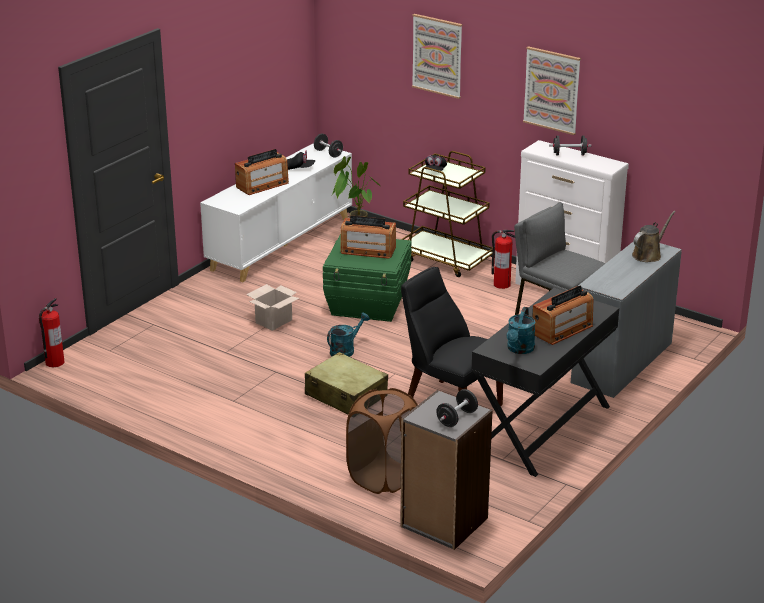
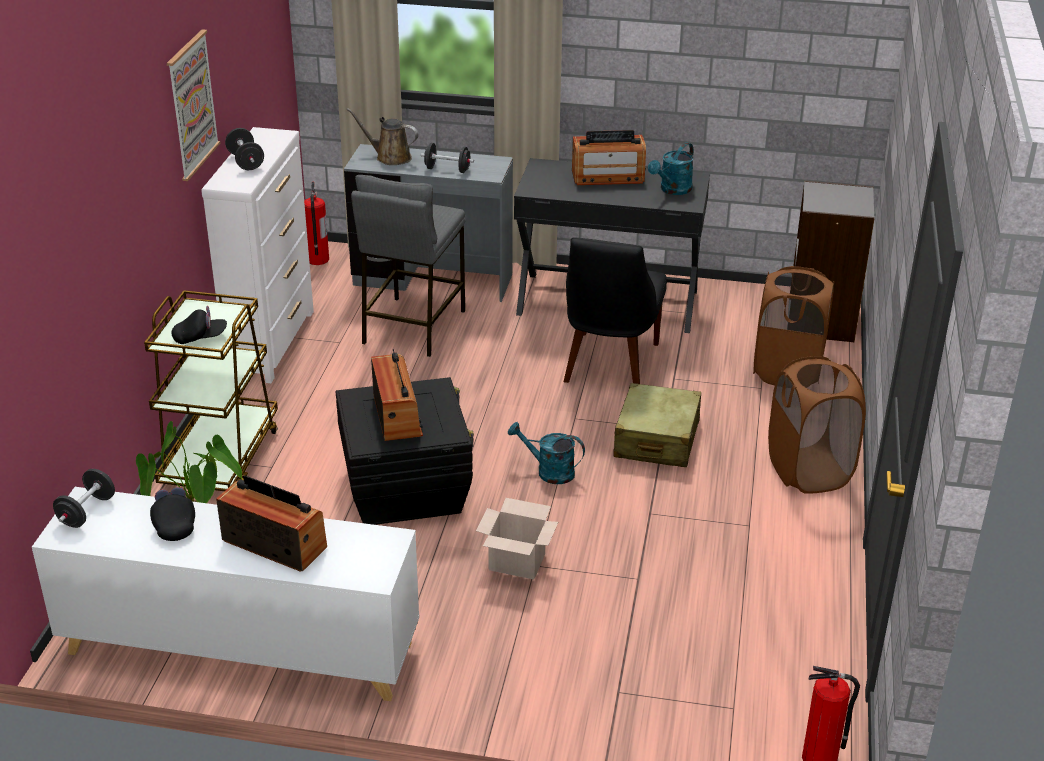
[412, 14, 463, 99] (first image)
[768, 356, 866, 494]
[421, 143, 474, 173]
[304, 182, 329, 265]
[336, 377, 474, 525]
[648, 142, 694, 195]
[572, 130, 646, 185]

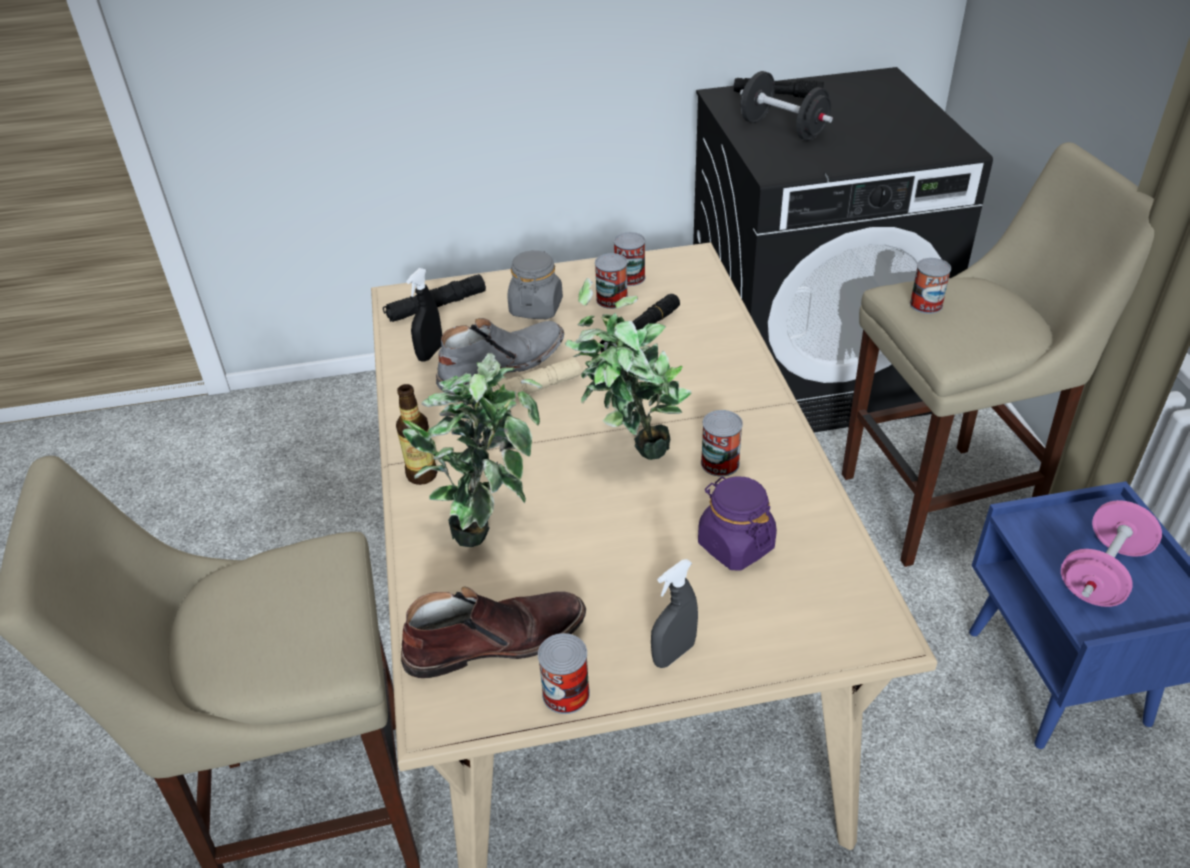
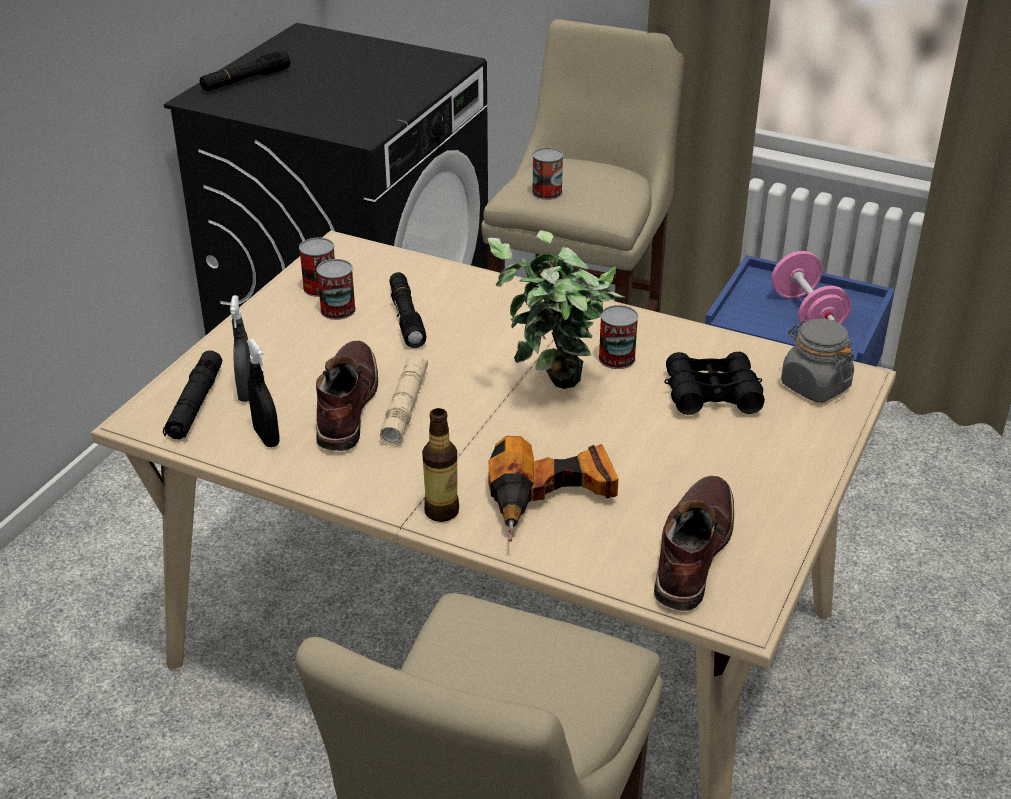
[538, 633, 590, 714] (first image)
[740, 71, 833, 141] (first image)
[781, 319, 854, 402]
[230, 295, 250, 402]
[488, 436, 619, 542]
[664, 352, 765, 415]
[316, 341, 378, 451]

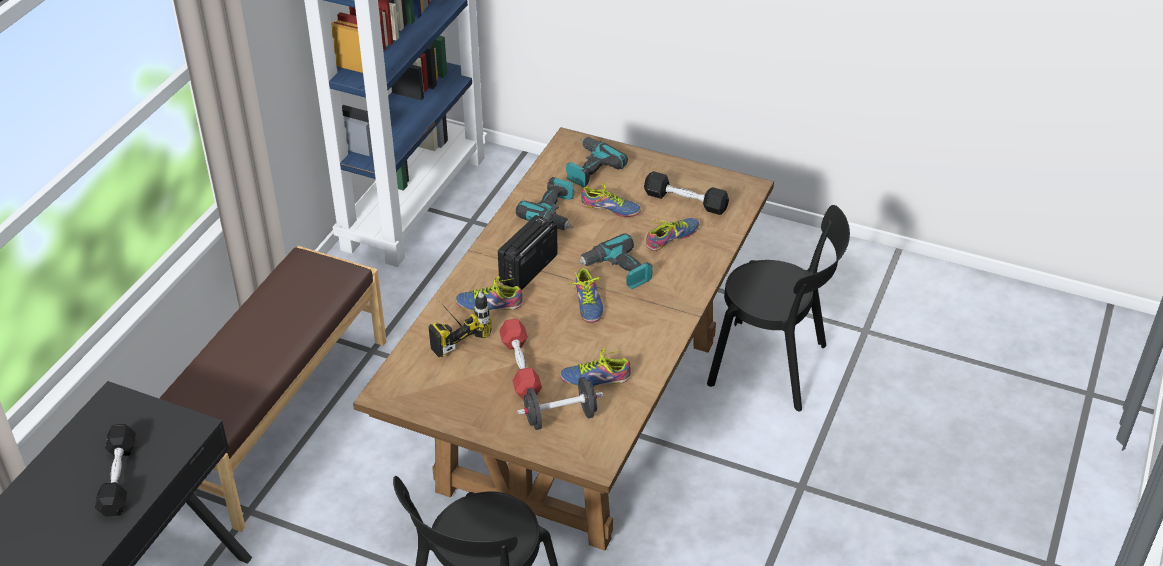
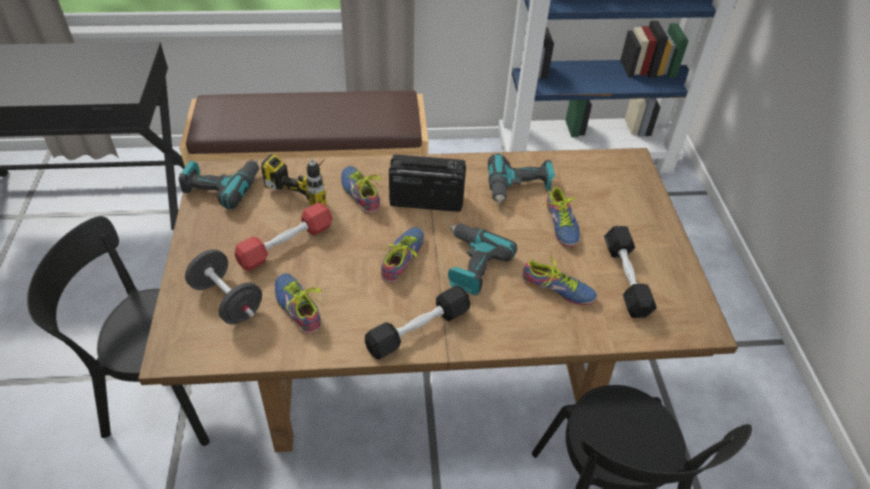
[365, 285, 471, 360]
[179, 160, 259, 209]
[381, 227, 424, 283]

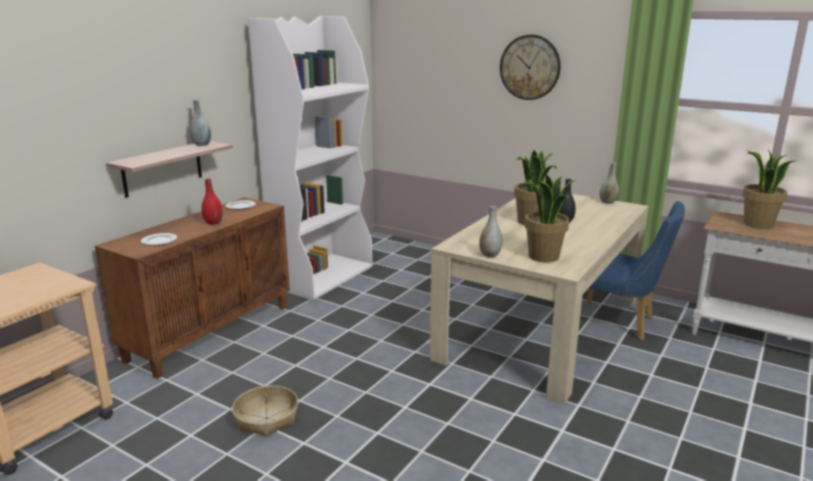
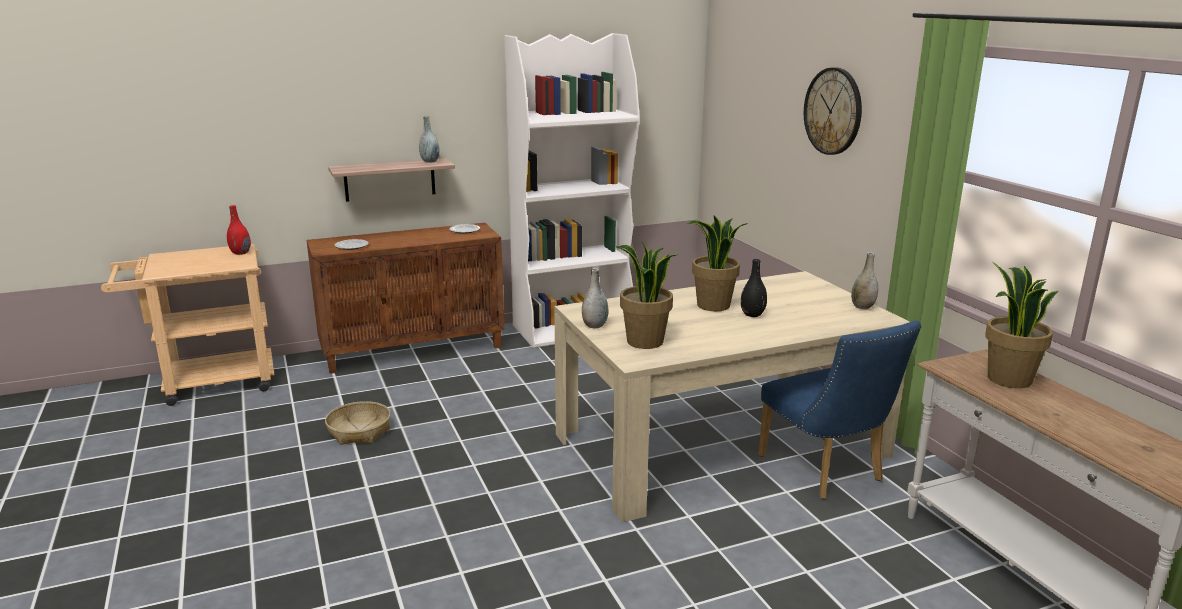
[227, 205, 251, 255]

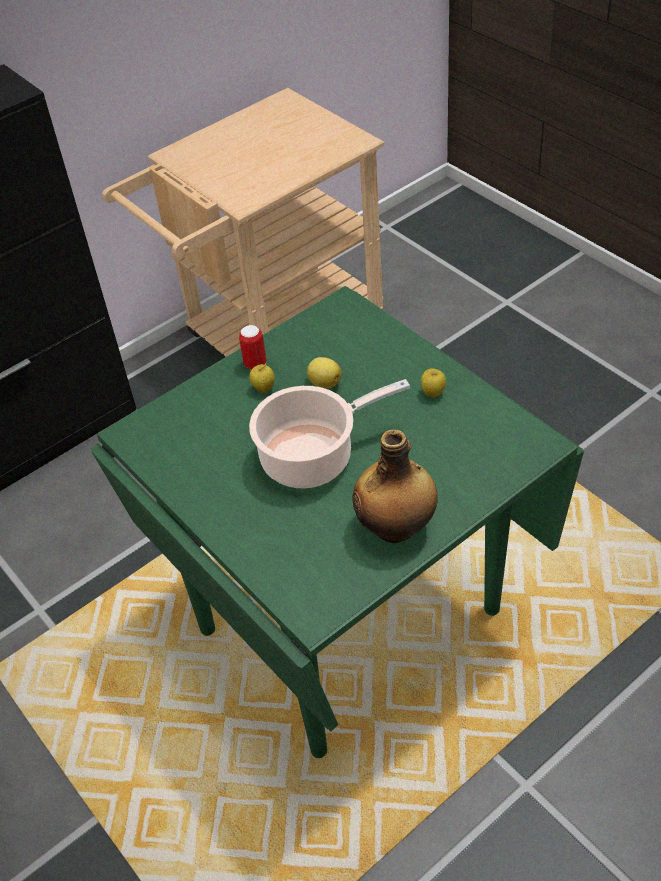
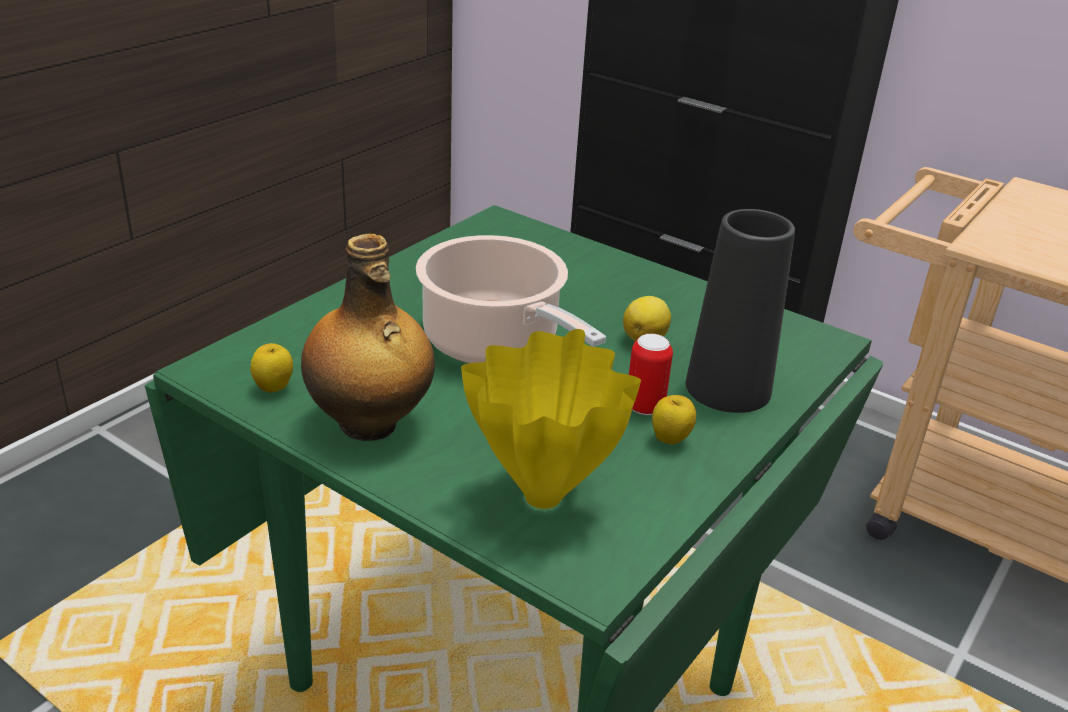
[461, 329, 641, 509]
[686, 209, 795, 413]
[629, 334, 673, 415]
[250, 343, 293, 393]

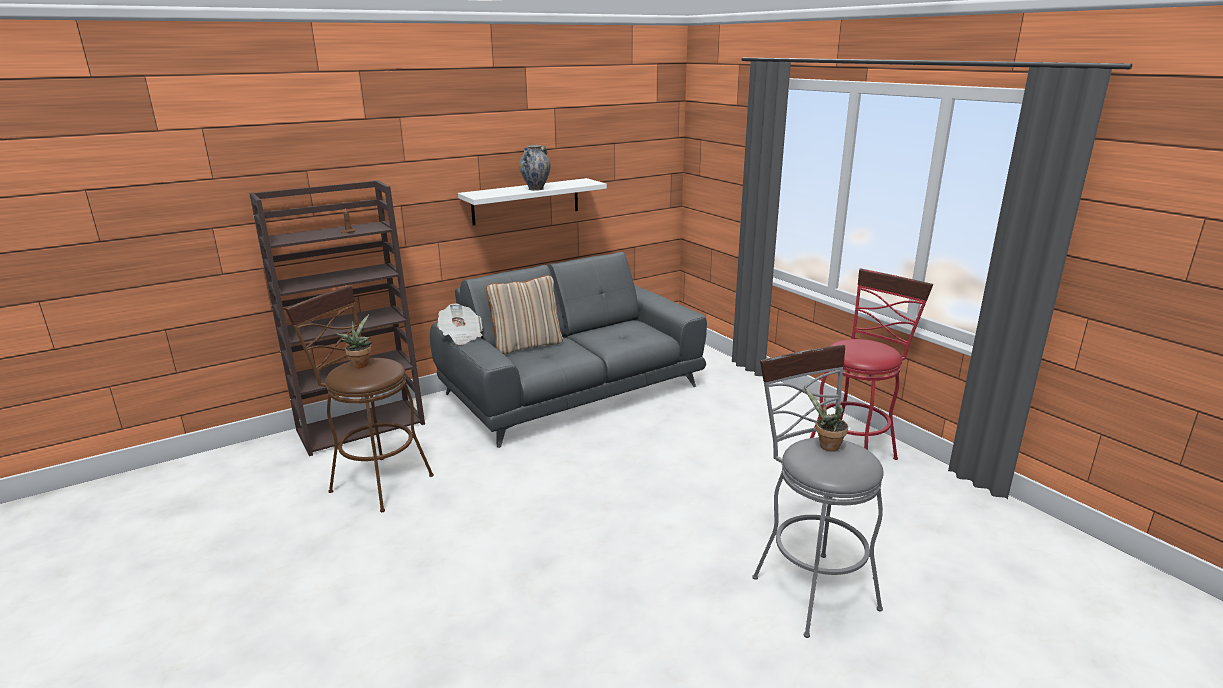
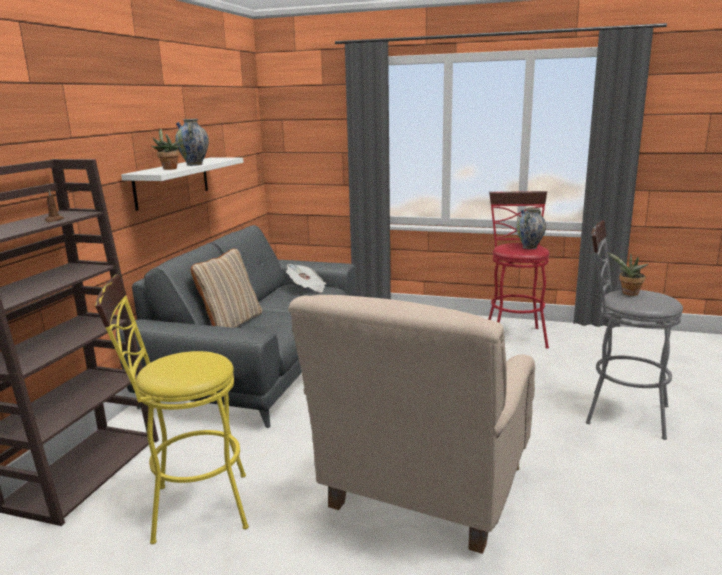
[288, 295, 535, 554]
[516, 207, 546, 249]
[152, 128, 179, 170]
[286, 264, 326, 292]
[95, 274, 249, 544]

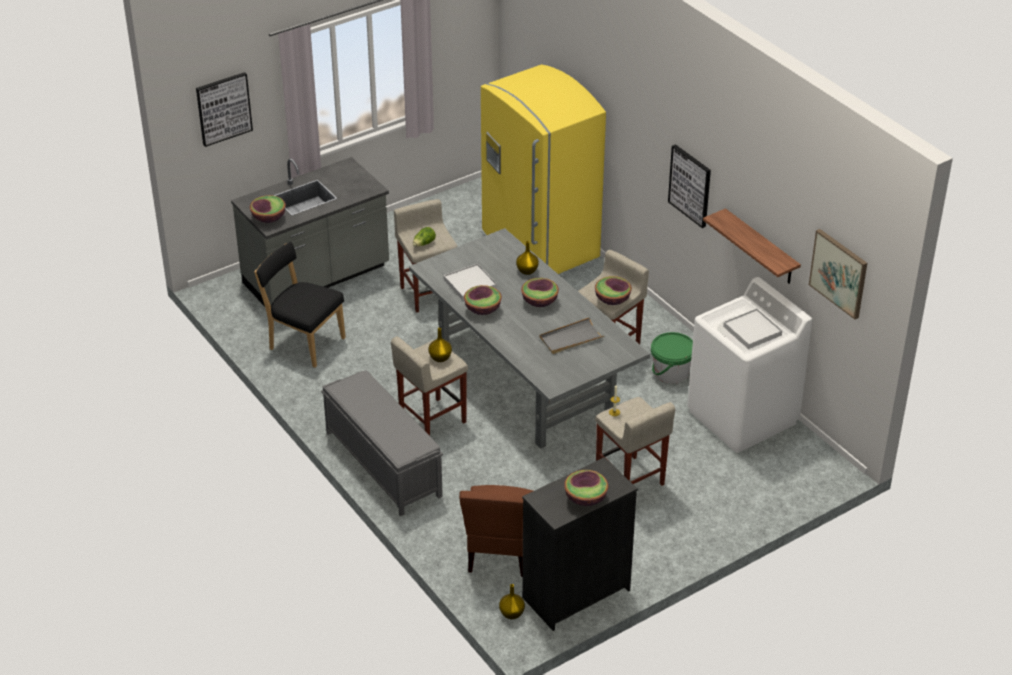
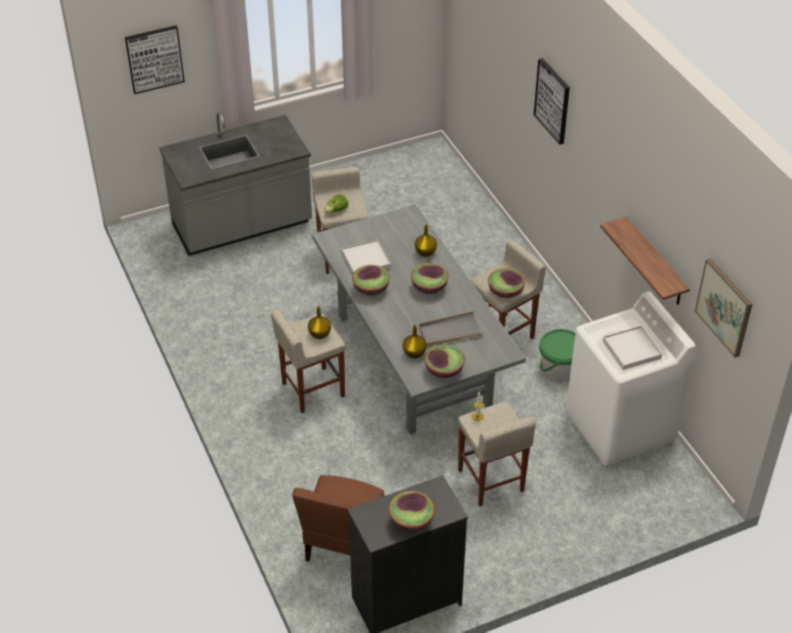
[254, 242, 346, 368] (first image)
[321, 370, 443, 516] (first image)
[481, 65, 606, 274] (first image)
[425, 345, 465, 378]
[402, 325, 427, 358]
[534, 58, 570, 145]

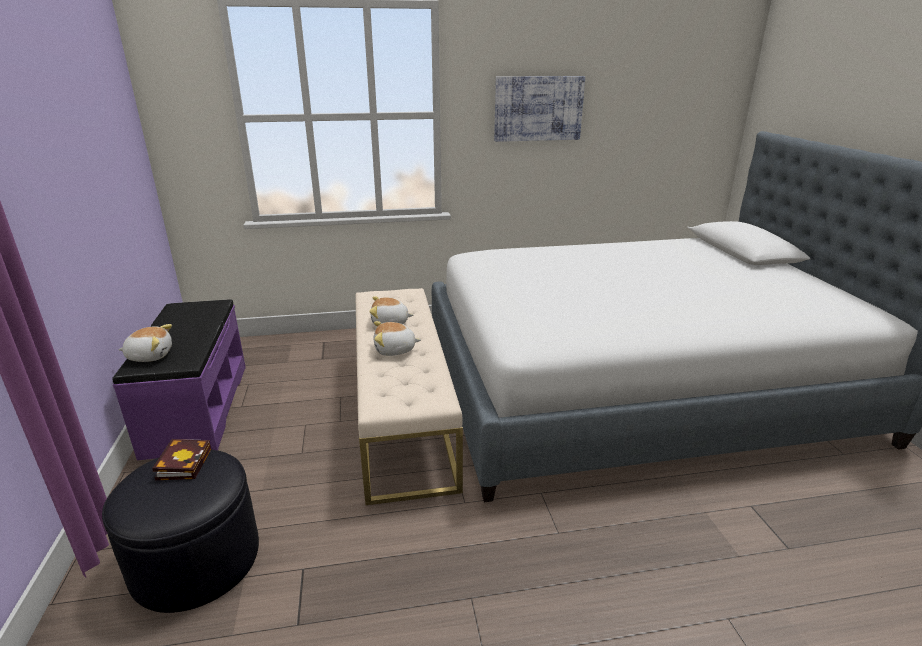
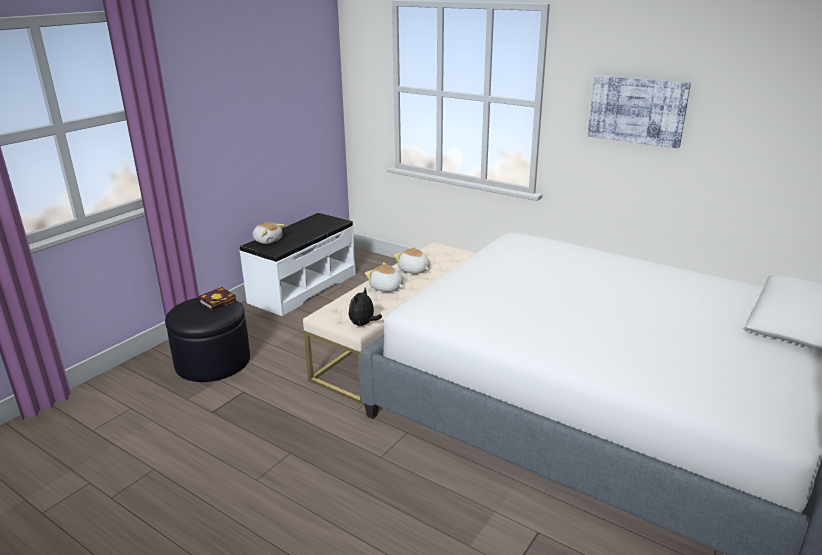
[349, 288, 382, 326]
[239, 213, 356, 316]

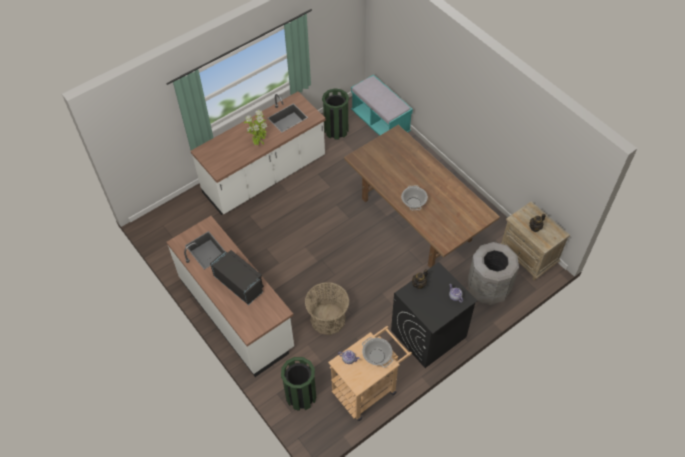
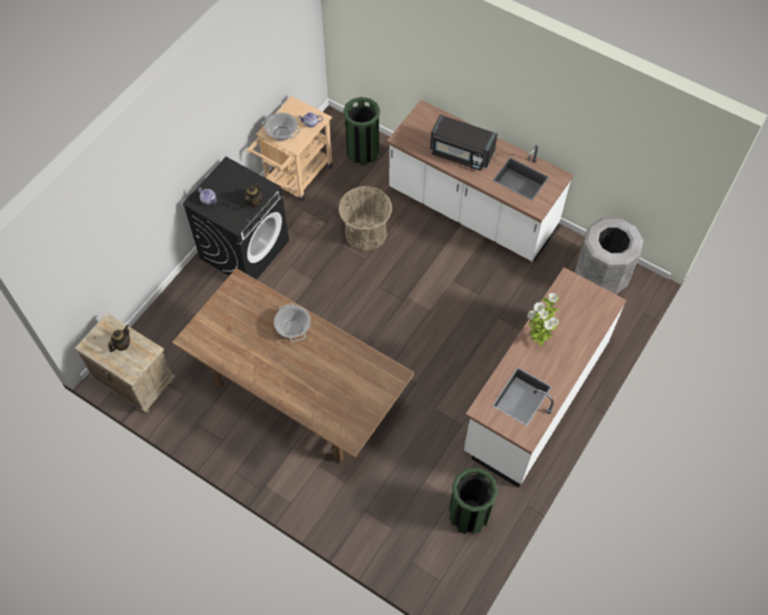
[351, 75, 413, 136] (first image)
[575, 218, 644, 294]

